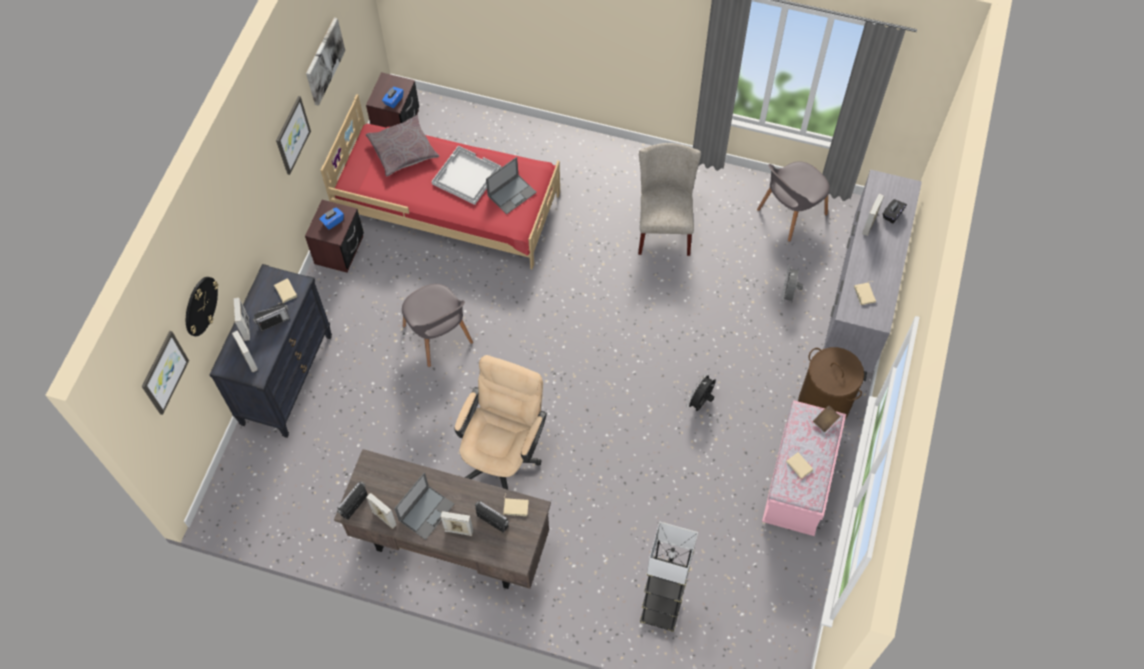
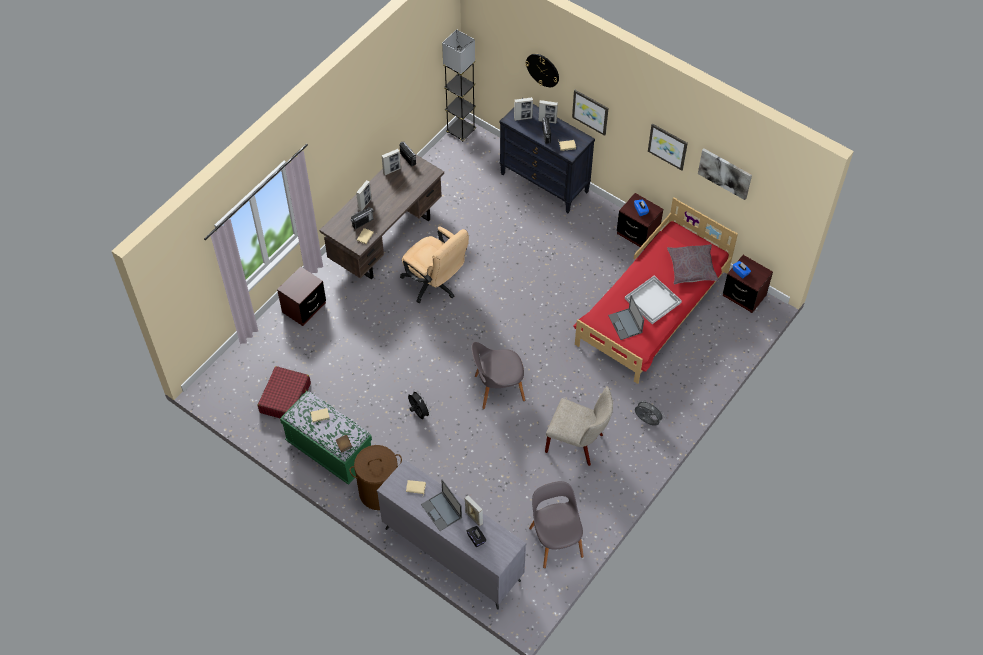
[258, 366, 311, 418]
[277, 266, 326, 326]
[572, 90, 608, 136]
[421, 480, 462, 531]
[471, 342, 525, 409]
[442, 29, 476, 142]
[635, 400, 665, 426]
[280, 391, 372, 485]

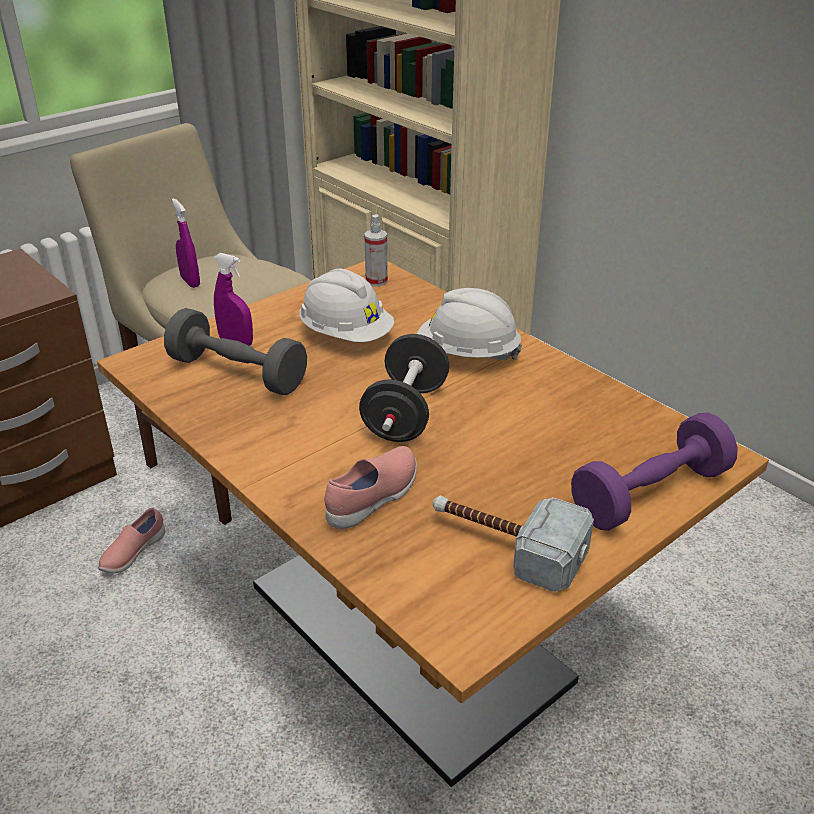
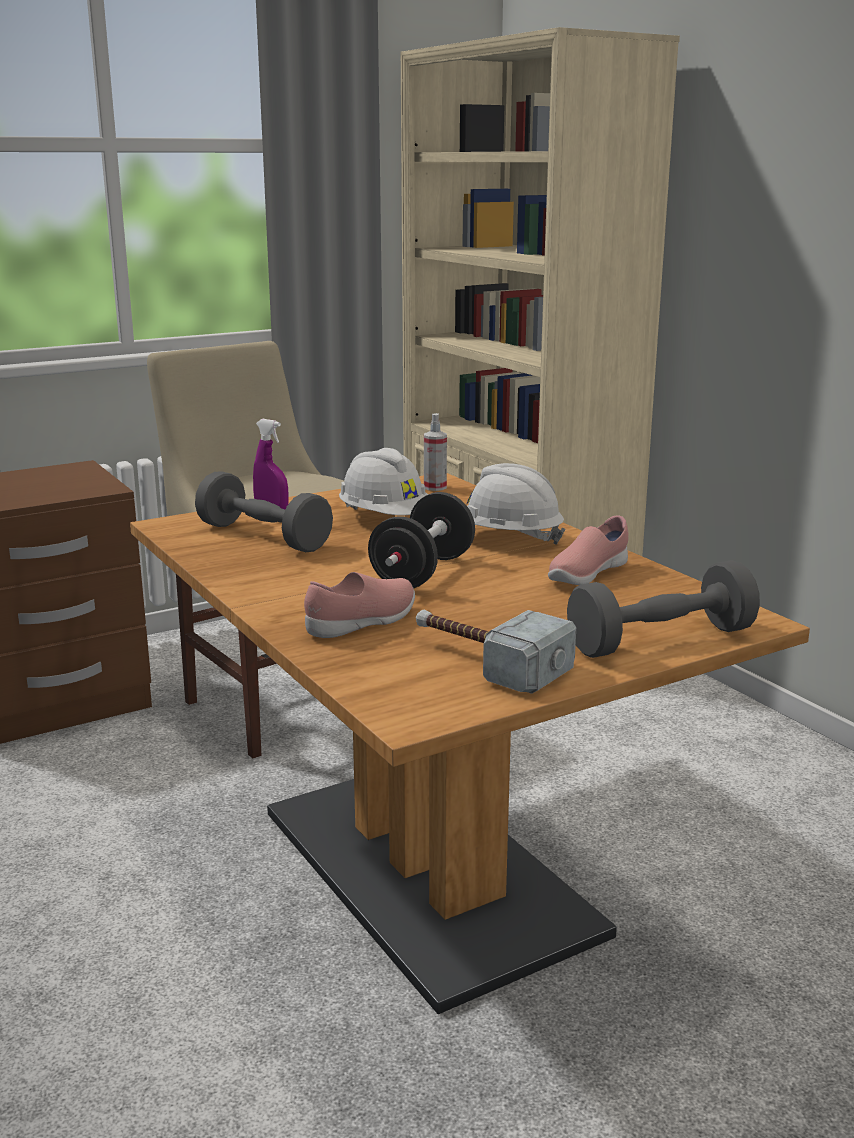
[172, 198, 200, 288] (first image)
[548, 515, 629, 585]
[567, 560, 760, 658]

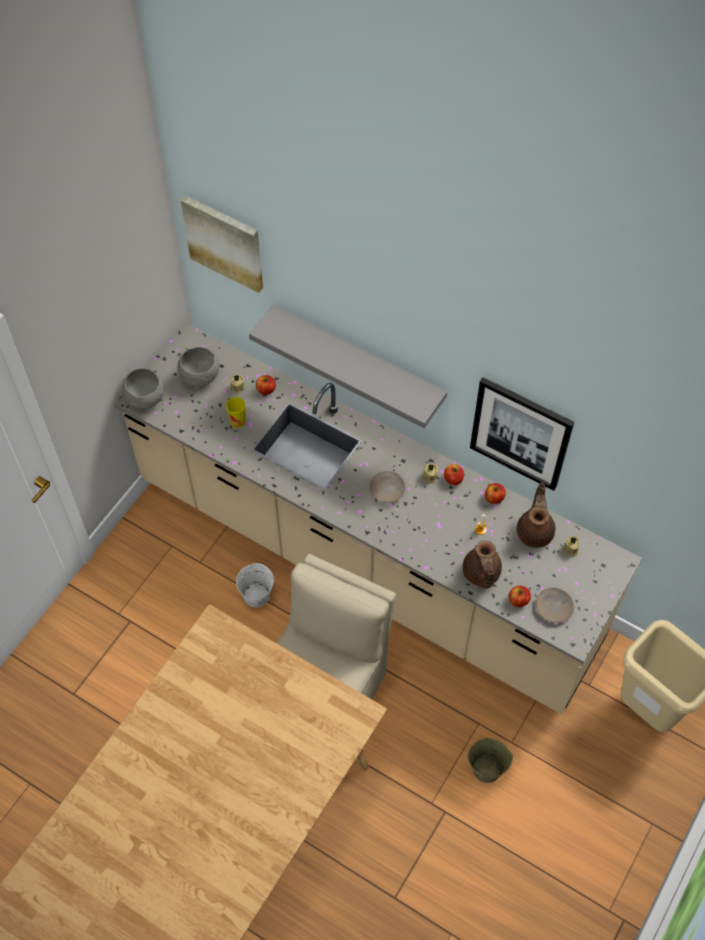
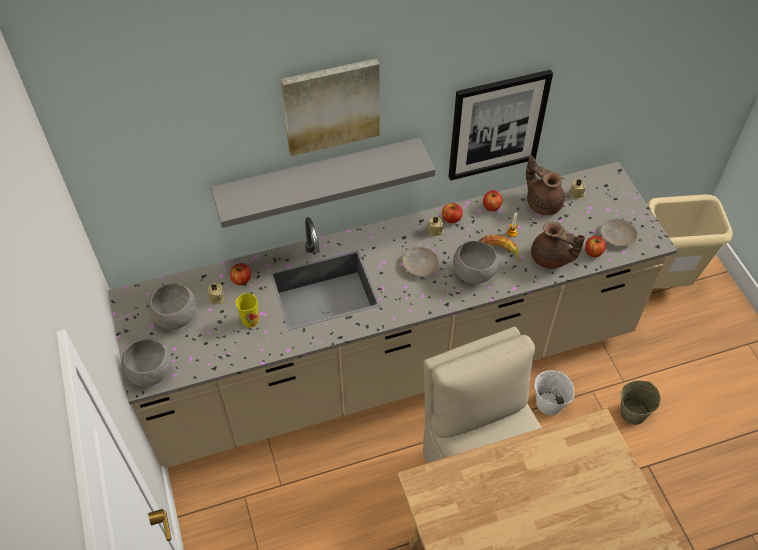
[453, 240, 499, 284]
[479, 235, 521, 262]
[281, 58, 380, 156]
[535, 370, 574, 415]

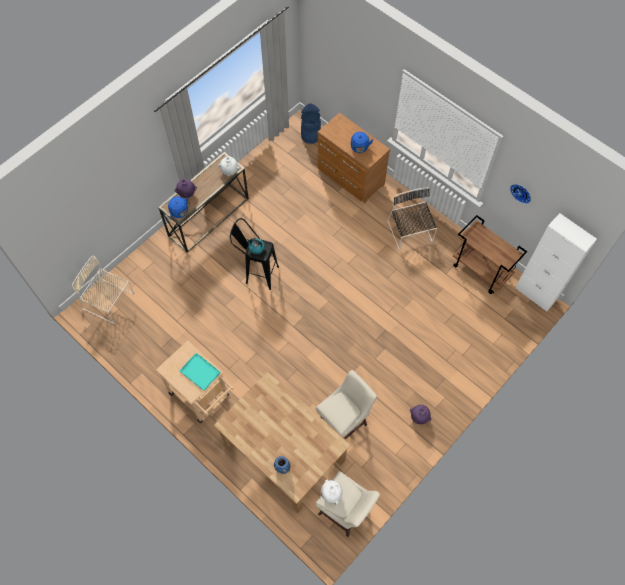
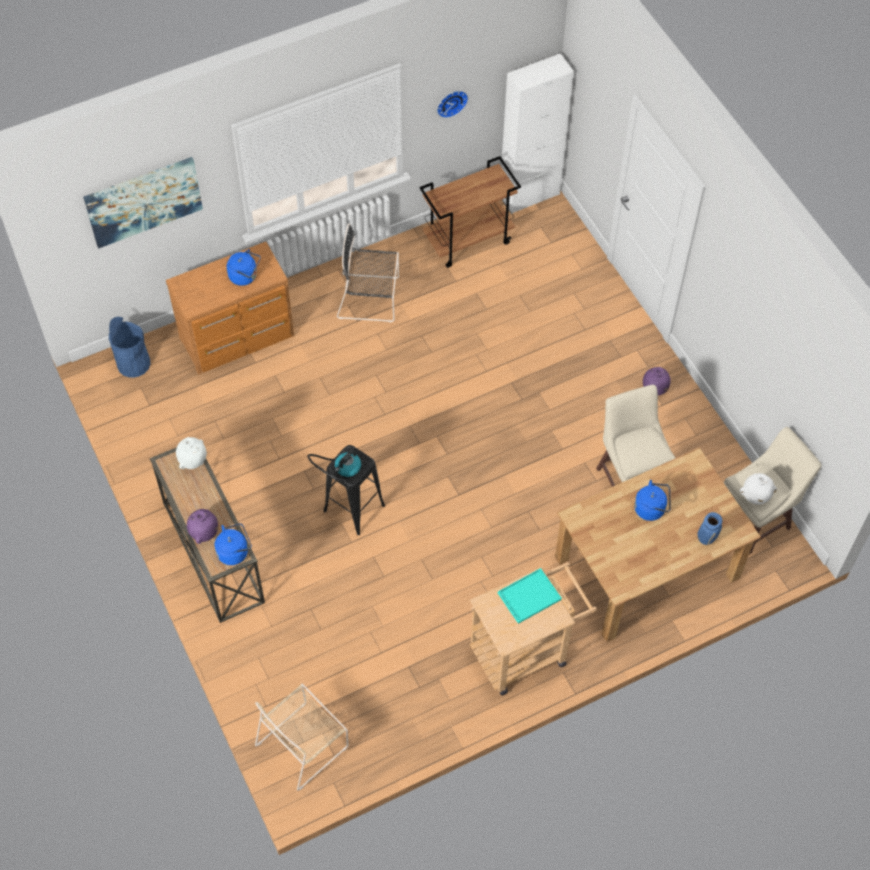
[83, 157, 203, 248]
[634, 480, 671, 521]

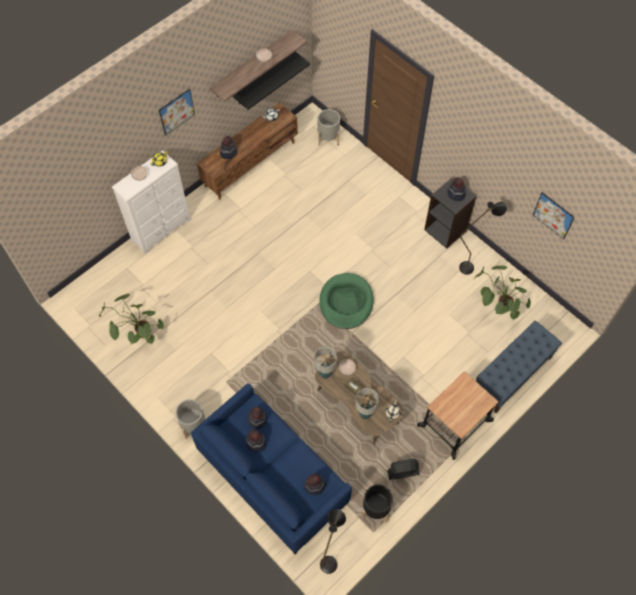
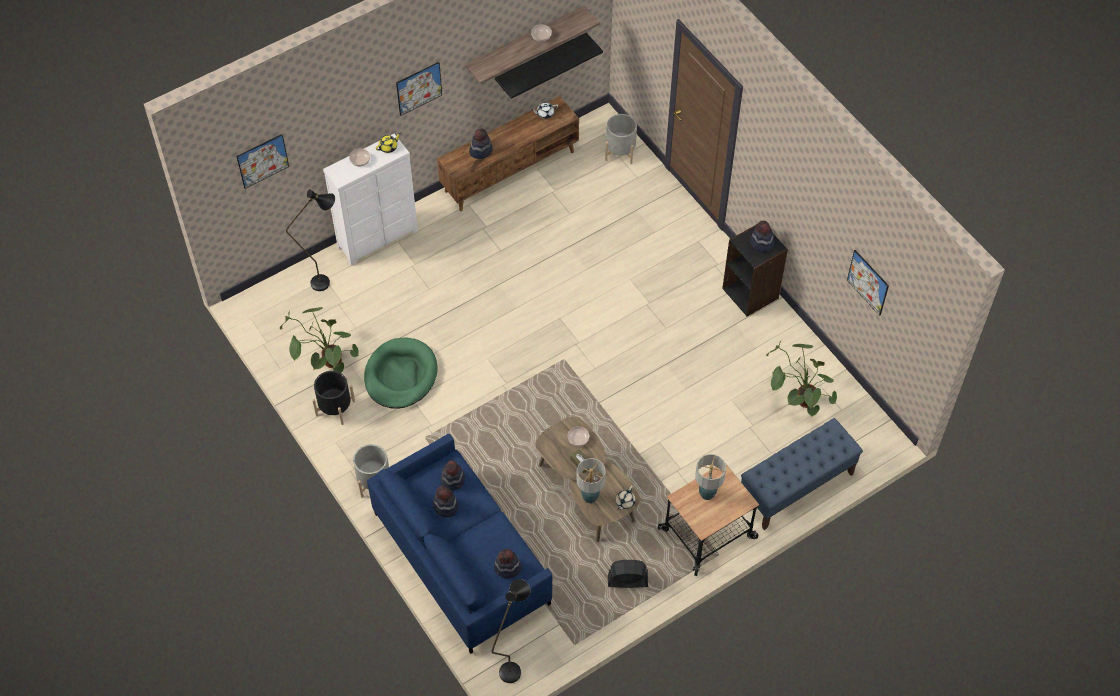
[236, 134, 289, 189]
[695, 454, 726, 500]
[364, 338, 438, 409]
[312, 371, 355, 425]
[286, 189, 335, 291]

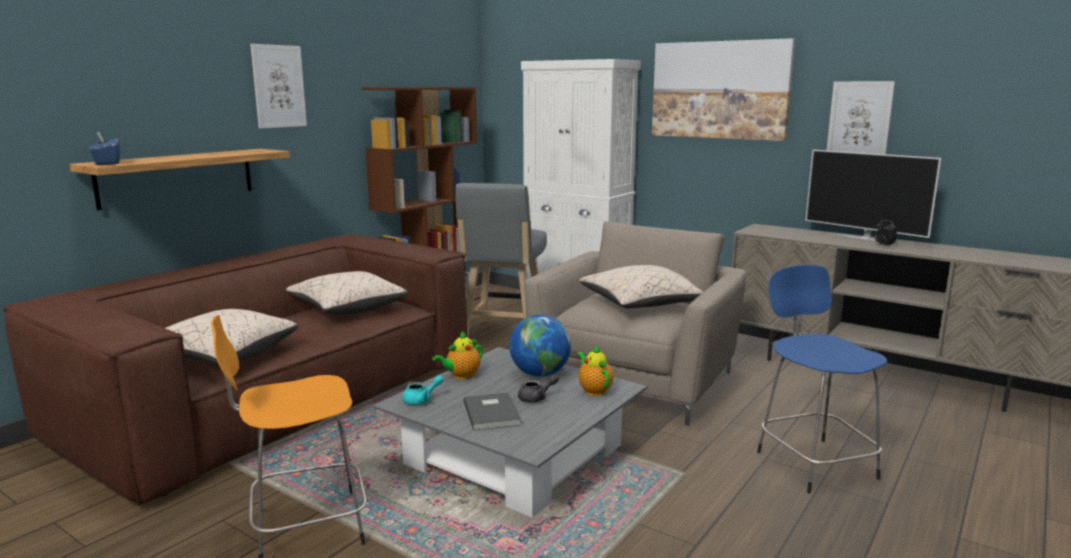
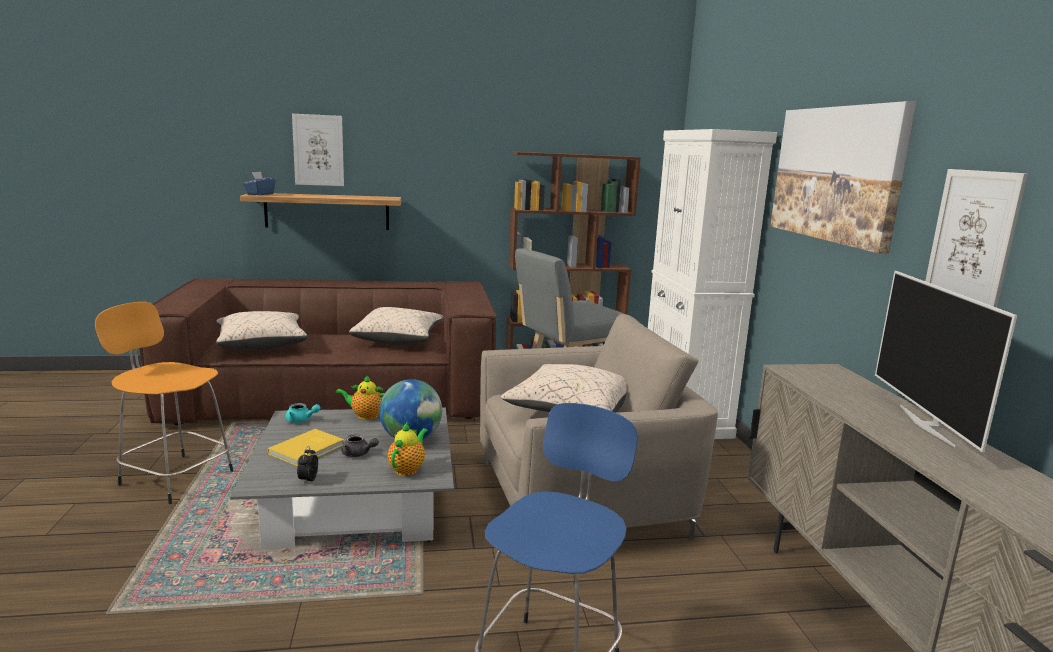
[292, 114, 344, 186]
[297, 446, 318, 483]
[267, 429, 344, 466]

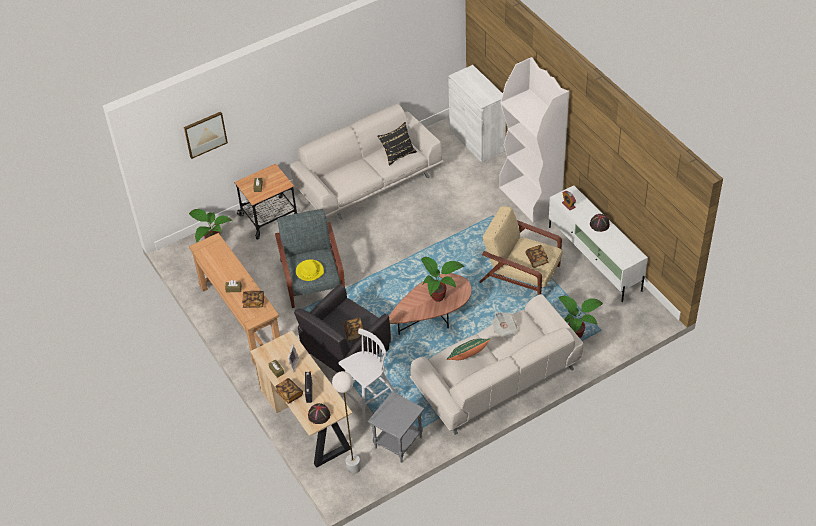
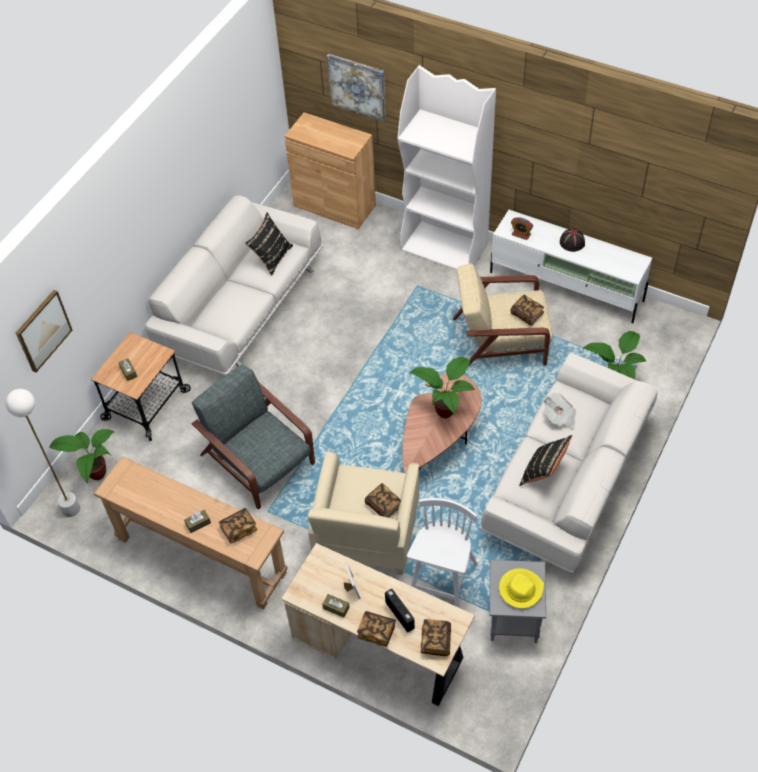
[327, 54, 386, 122]
[499, 568, 544, 608]
[5, 389, 80, 517]
[421, 619, 451, 656]
[308, 451, 419, 575]
[519, 435, 573, 486]
[284, 112, 376, 229]

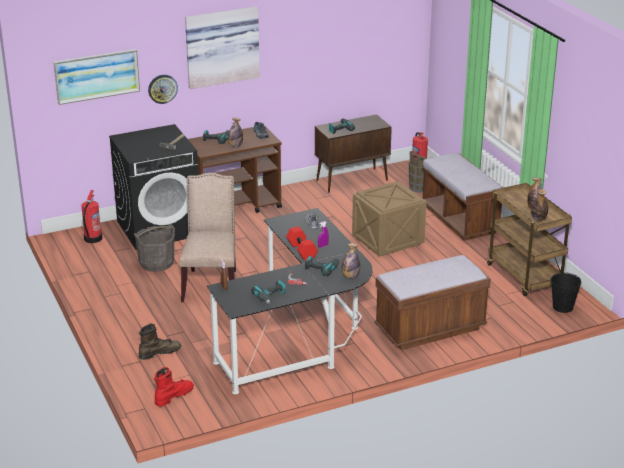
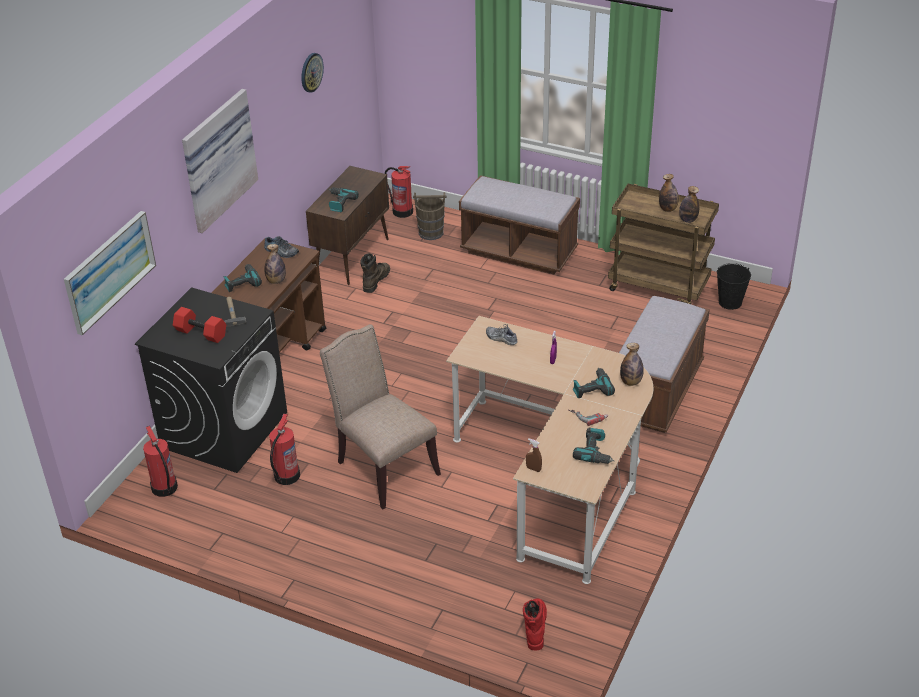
[352, 181, 427, 256] (first image)
[360, 253, 390, 293]
[301, 53, 324, 93]
[173, 307, 226, 343]
[269, 414, 300, 485]
[446, 316, 653, 584]

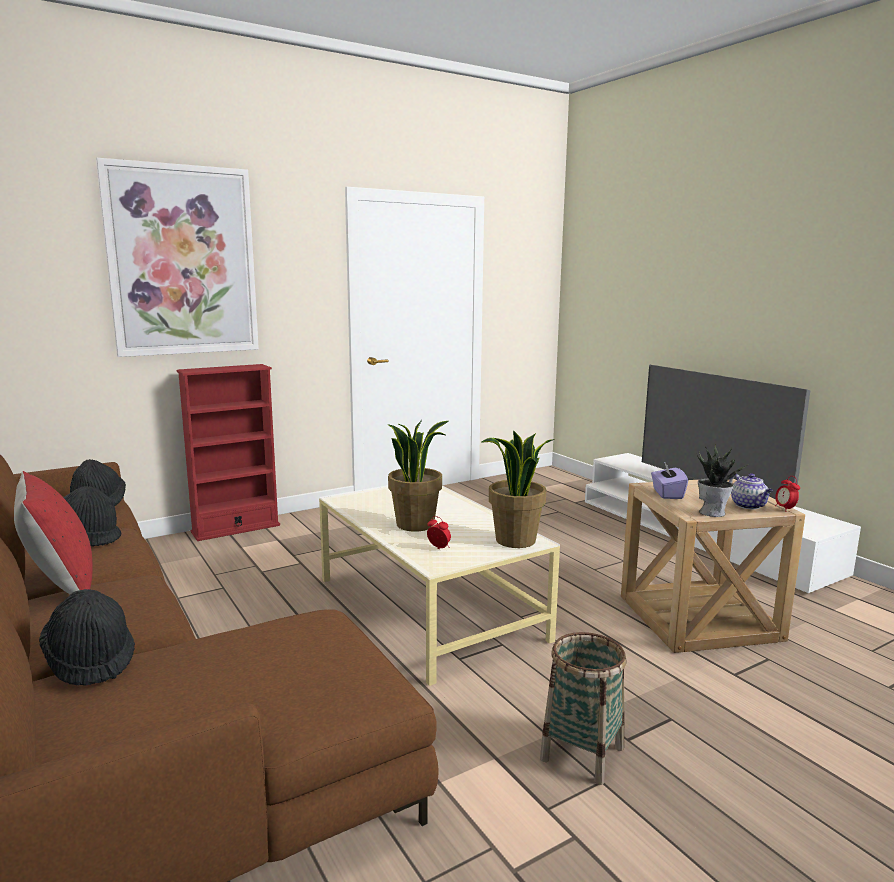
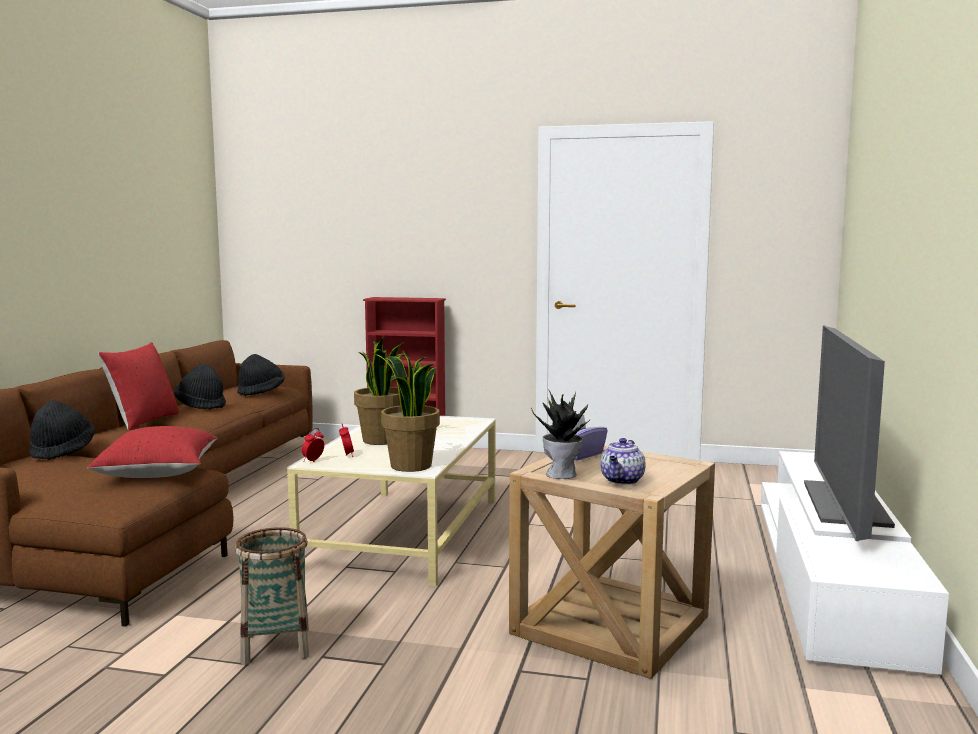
[96, 158, 259, 357] (first image)
[87, 426, 218, 478]
[302, 428, 324, 462]

